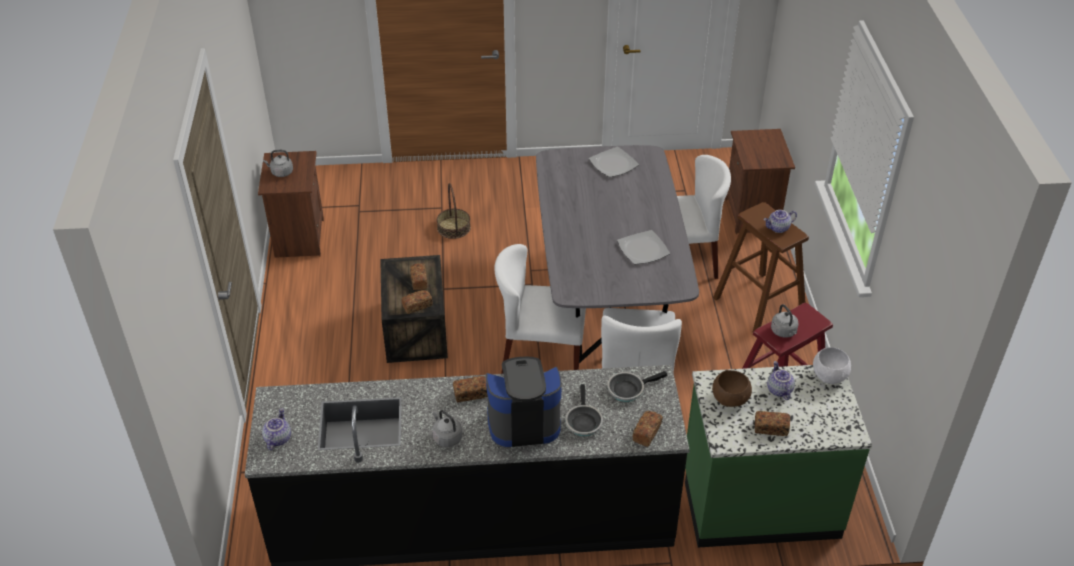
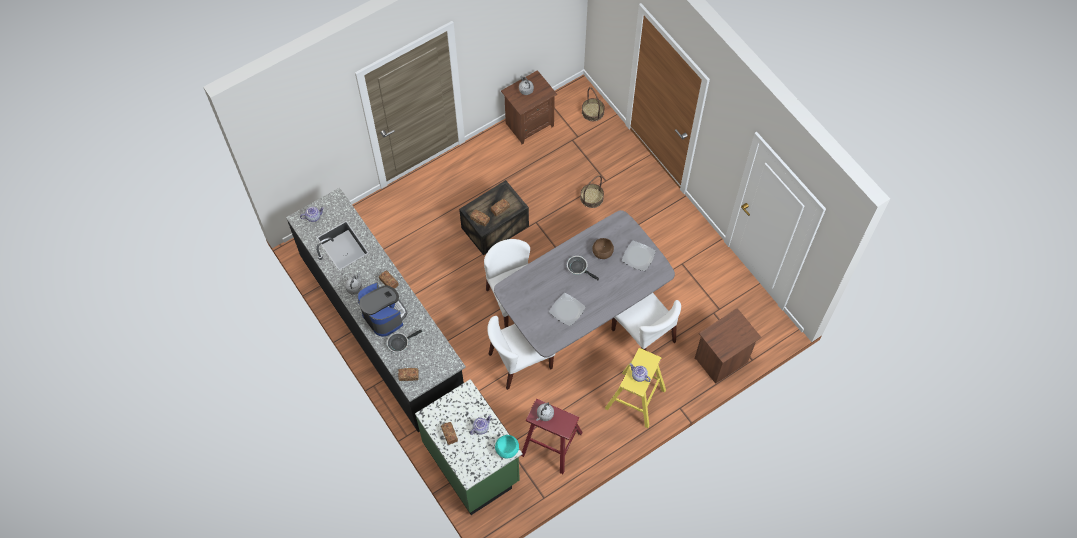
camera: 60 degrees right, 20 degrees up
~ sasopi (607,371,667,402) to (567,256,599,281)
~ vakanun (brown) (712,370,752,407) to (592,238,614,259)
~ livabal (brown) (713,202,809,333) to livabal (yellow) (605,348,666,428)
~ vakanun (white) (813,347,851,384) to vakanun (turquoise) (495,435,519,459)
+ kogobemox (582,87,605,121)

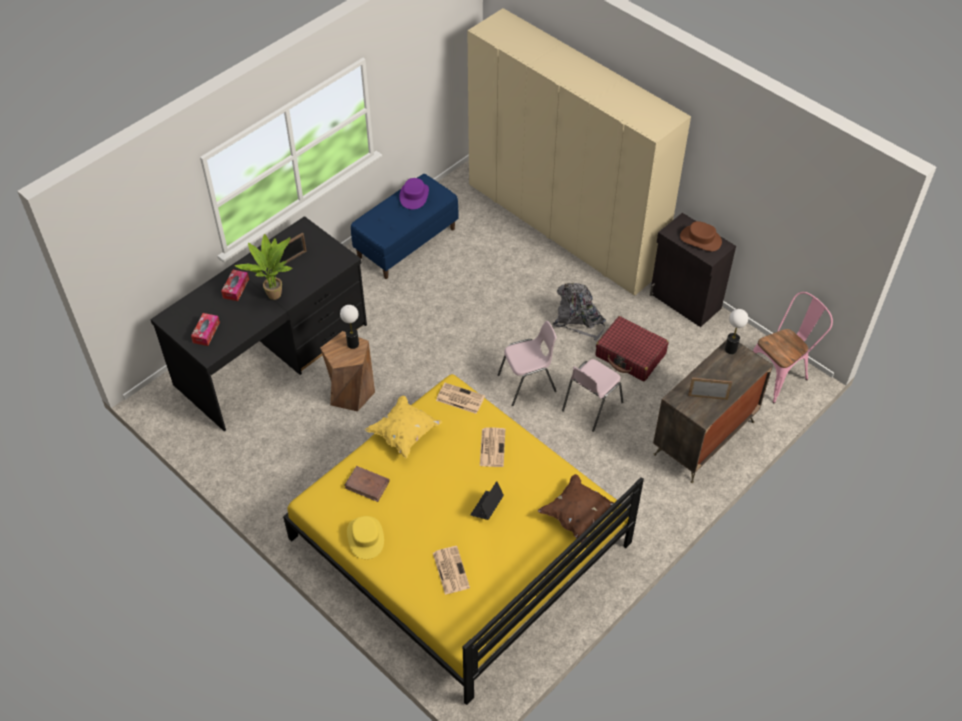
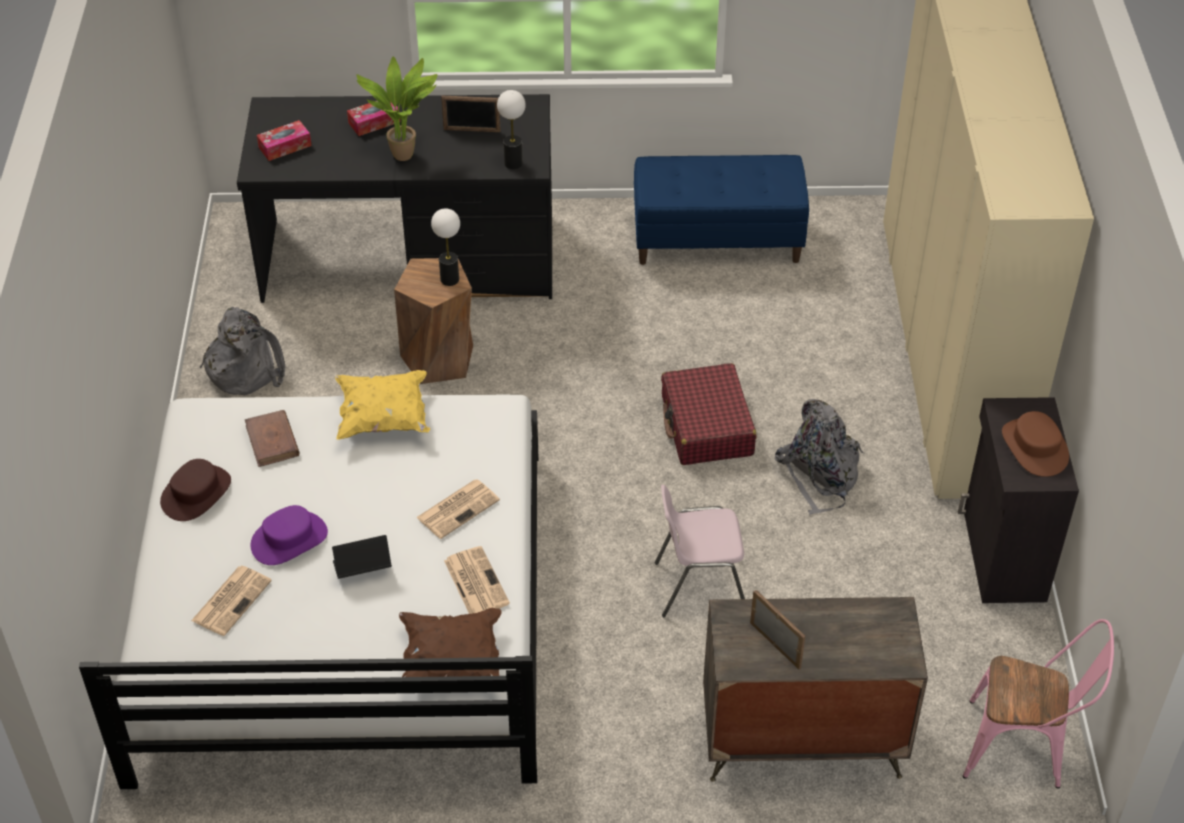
camera: 45 degrees right, 5 degrees down
~ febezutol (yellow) (283,374,644,705) to febezutol (white) (79,395,538,789)
~ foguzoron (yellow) (347,516,384,559) to foguzoron (brown) (160,459,231,521)
~ foguzoron (purple) (399,178,429,209) to (250,505,328,565)
~ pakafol (436,383,485,414) to (444,546,510,614)
- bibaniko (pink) (498,321,557,406)
~ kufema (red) (595,316,668,381) to (661,363,756,465)
~ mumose (725,309,748,354) to (497,90,526,169)
+ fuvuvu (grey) (200,307,285,395)

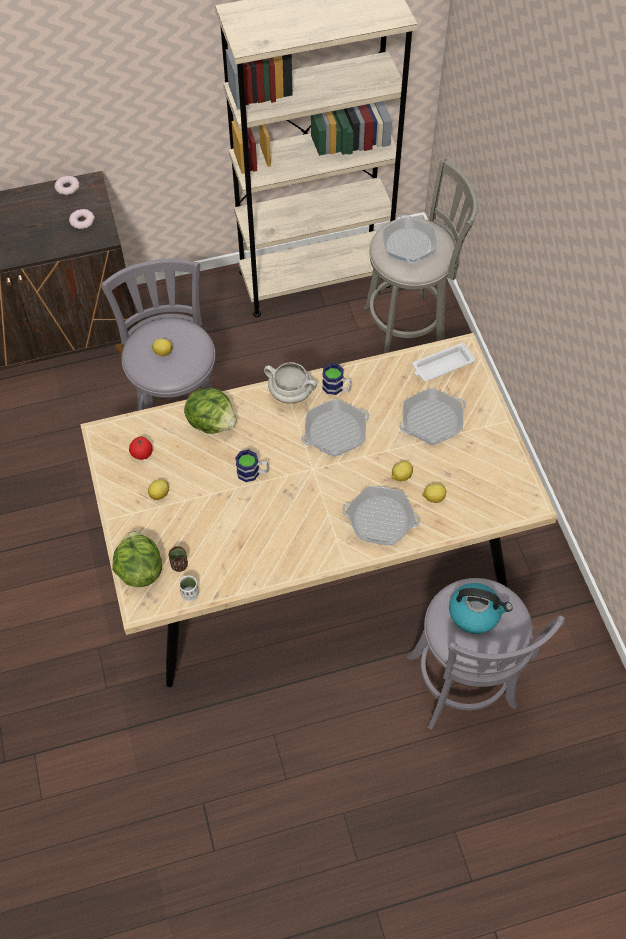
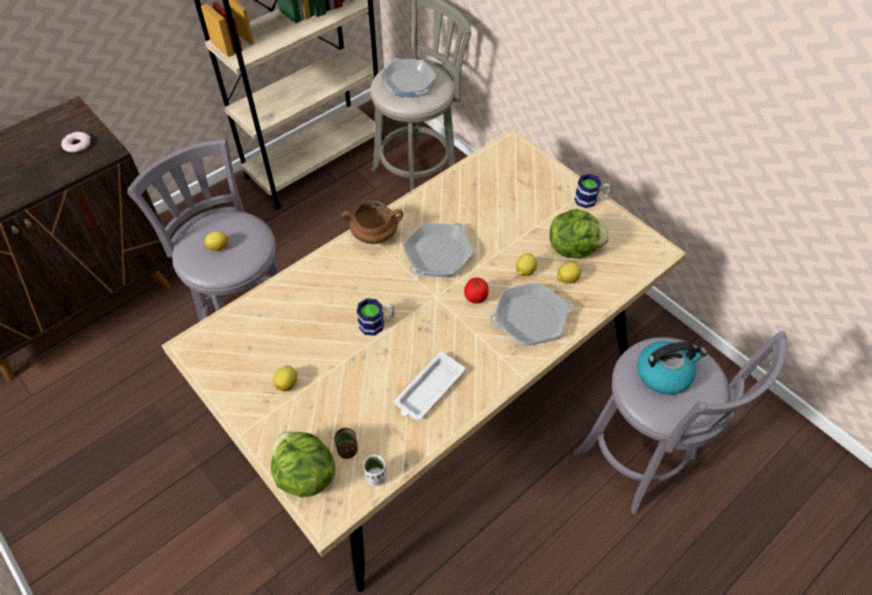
camera: 25 degrees left, 5 degrees down
- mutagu (54,176,79,195)
~ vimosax (129,437,153,460) to (464,277,489,303)
~ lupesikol (184,388,236,434) to (550,209,609,258)
~ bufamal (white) (264,362,317,404) to bufamal (brown) (342,201,403,244)
~ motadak (322,363,352,395) to (574,174,611,208)
- sasopi (400,388,466,445)
~ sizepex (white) (412,342,476,382) to (394,351,465,421)

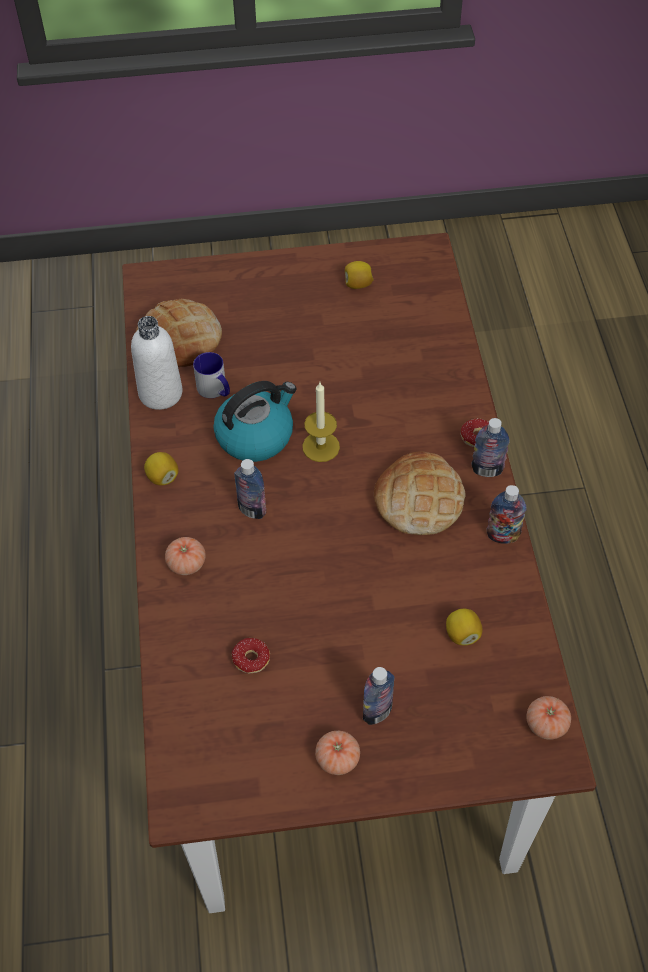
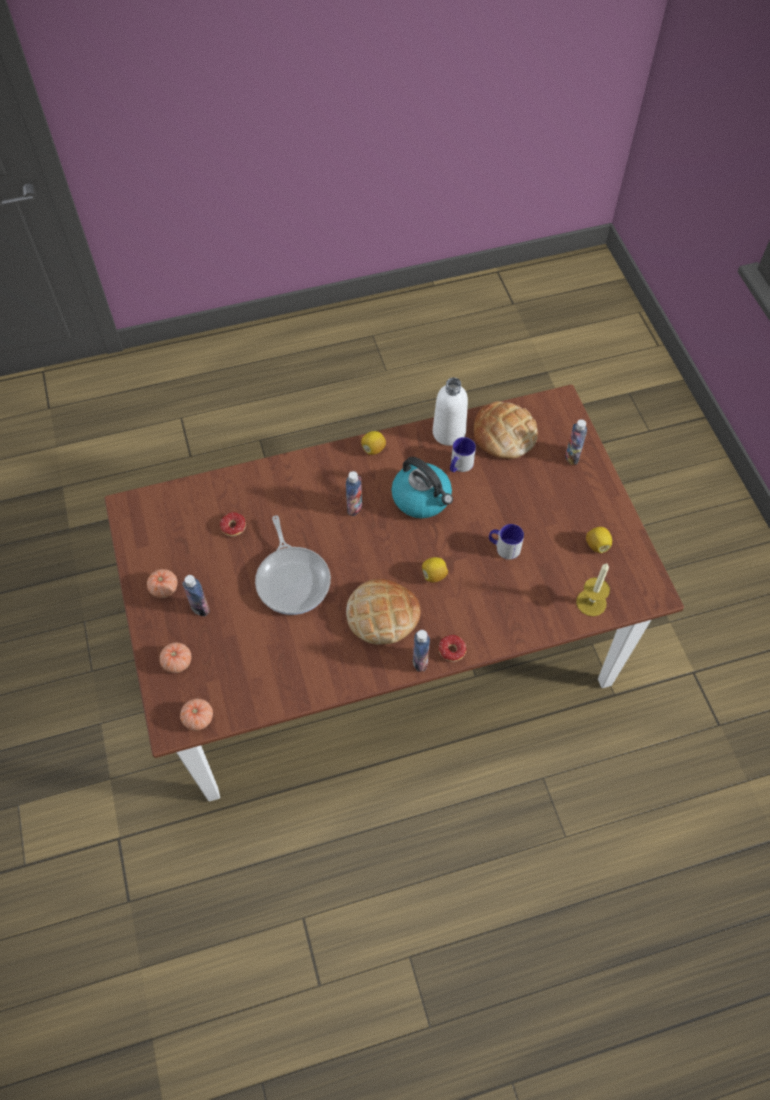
camera: 80 degrees right, 5 degrees up
~ vimosax (165,537,206,575) to (160,643,191,673)
~ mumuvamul (302,382,340,462) to (576,563,610,616)
~ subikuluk (446,609,482,646) to (422,557,448,582)
~ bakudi (486,485,526,544) to (566,419,587,465)
+ sasopi (255,515,331,615)
+ motadak (489,524,524,559)

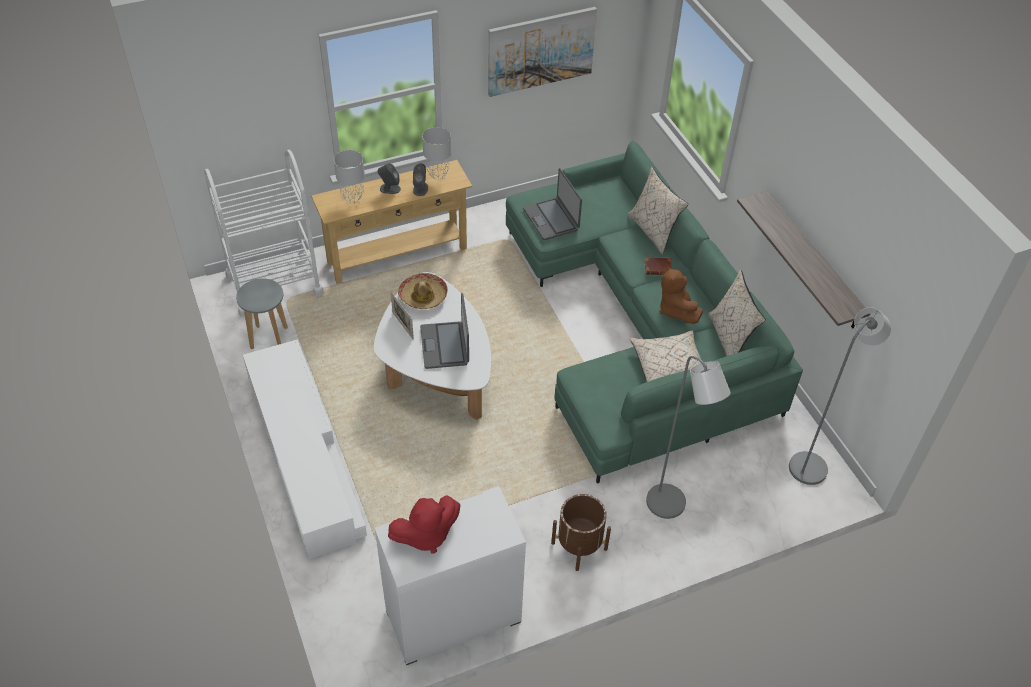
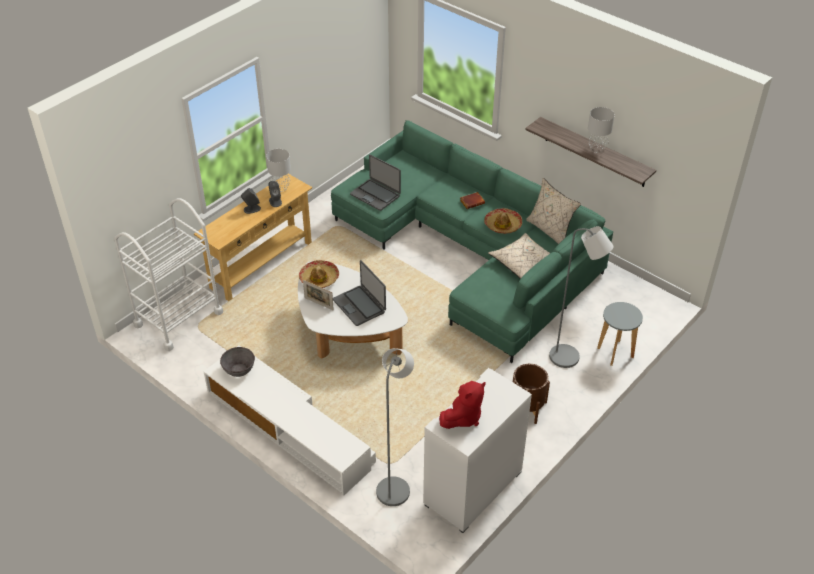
camera: 25 degrees left, 5 degrees down
~ livabal (grey) (236,278,288,349) to (597,302,643,366)
~ mumose (grey) (334,150,365,203) to (588,107,615,153)
- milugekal (488,7,597,97)
- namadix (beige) (628,167,689,255)
~ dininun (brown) (659,266,703,324) to foguzoron (484,208,522,234)
~ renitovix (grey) (789,307,891,485) to (376,348,414,506)
+ vakanun (grey) (220,347,255,377)

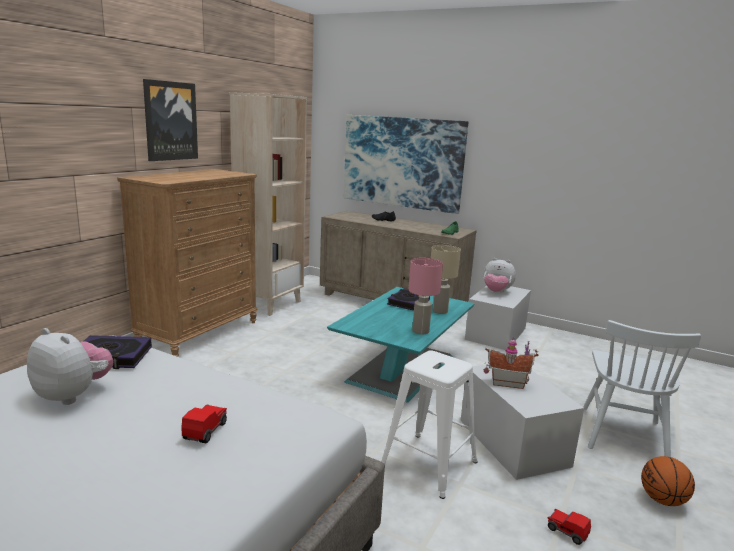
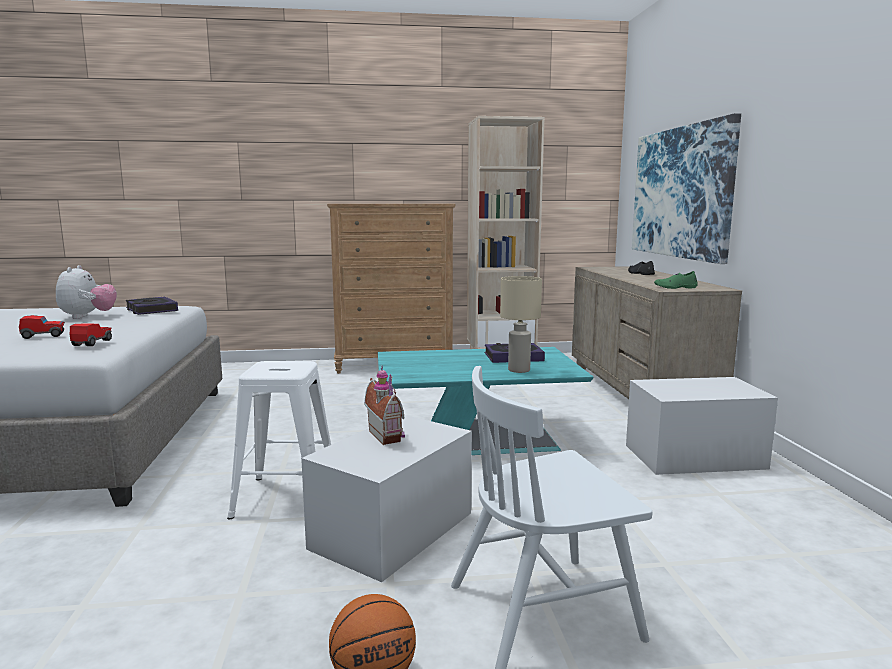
camera: 55 degrees right, 5 degrees down
- milugekal (143,79,198,161)
- mumose (pink) (408,258,443,334)
- dininun (484,258,516,292)
~ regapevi (548,509,591,545) to (70,323,112,346)

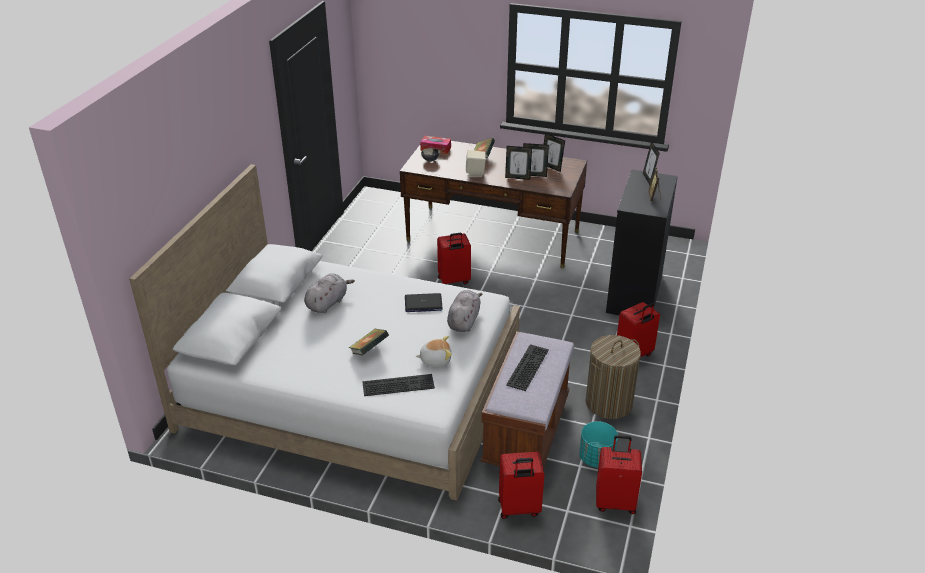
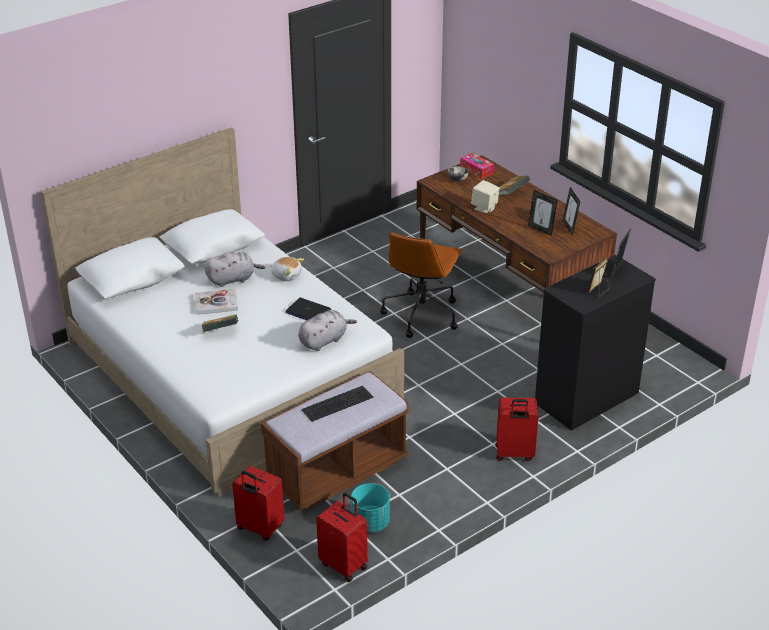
camera: 35 degrees right, 0 degrees up
- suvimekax (362,374,435,396)
~ dininun (416,336,452,367) to (271,257,304,281)
~ kufema (red) (437,233,471,284) to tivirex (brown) (380,232,463,338)
- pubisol (505,146,532,180)
- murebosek (586,335,641,419)
+ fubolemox (195,289,238,315)

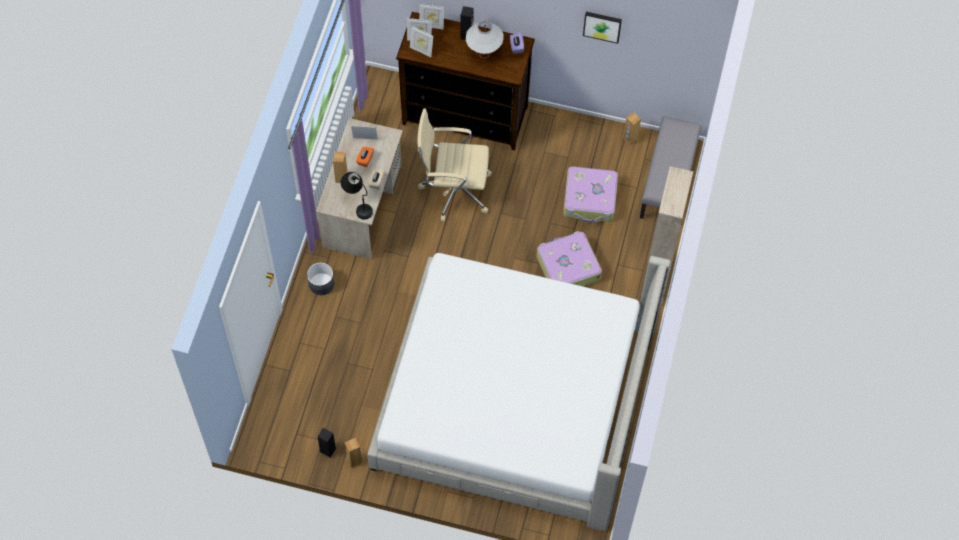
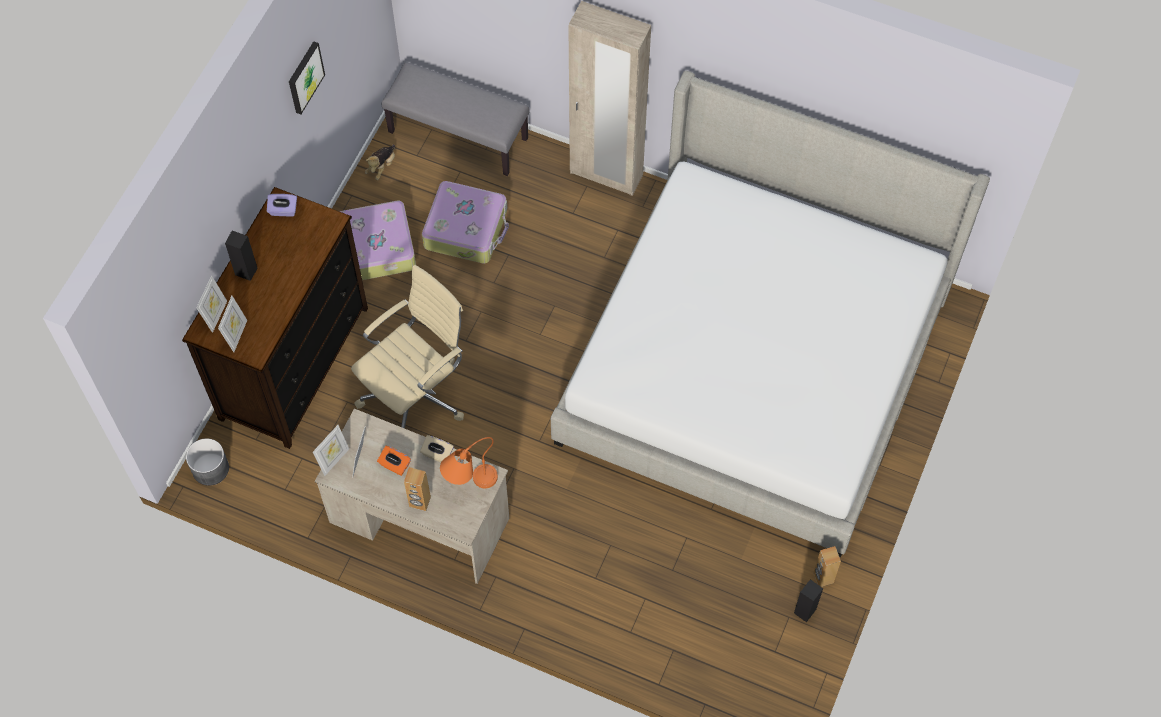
camera: 80 degrees left, 0 degrees up
~ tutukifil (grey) (307,263,334,295) to (186,438,229,486)
~ mumose (black) (341,172,373,219) to mumose (orange) (440,437,498,488)
~ pubisol (410,26,433,57) to (313,425,349,476)
~ tivirex (beige) (418,109,492,222) = (351,265,464,429) 150 degrees counterclockwise
- mumose (white) (466,21,504,59)
~ kufema (537,231,602,286) to (339,201,416,280)
~ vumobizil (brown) (623,112,641,145) to dininun (365,145,395,180)

